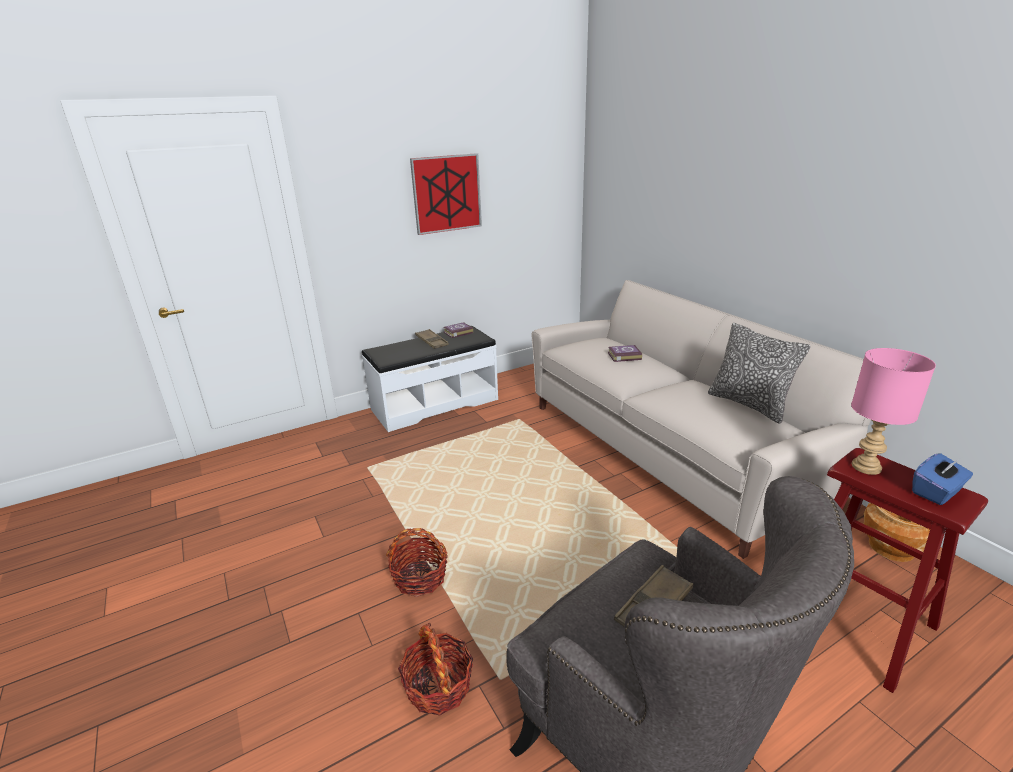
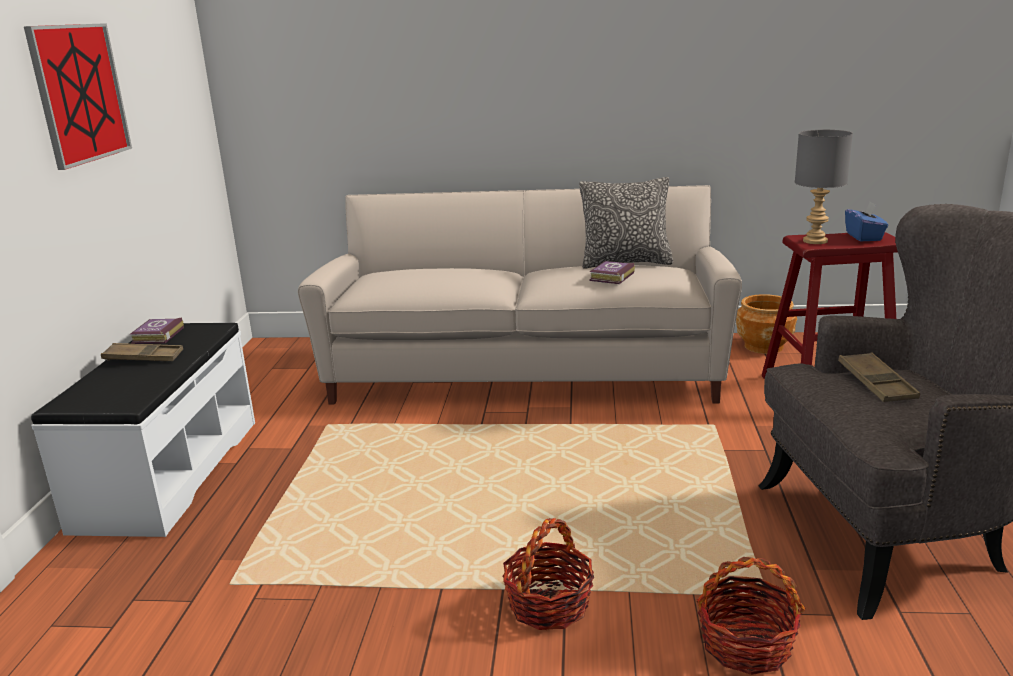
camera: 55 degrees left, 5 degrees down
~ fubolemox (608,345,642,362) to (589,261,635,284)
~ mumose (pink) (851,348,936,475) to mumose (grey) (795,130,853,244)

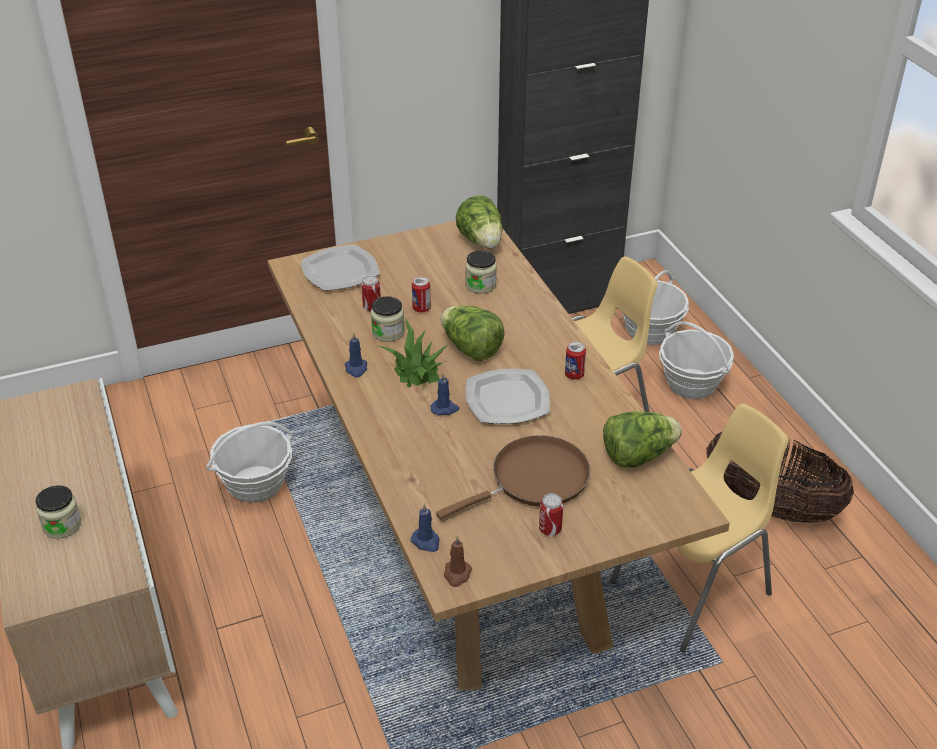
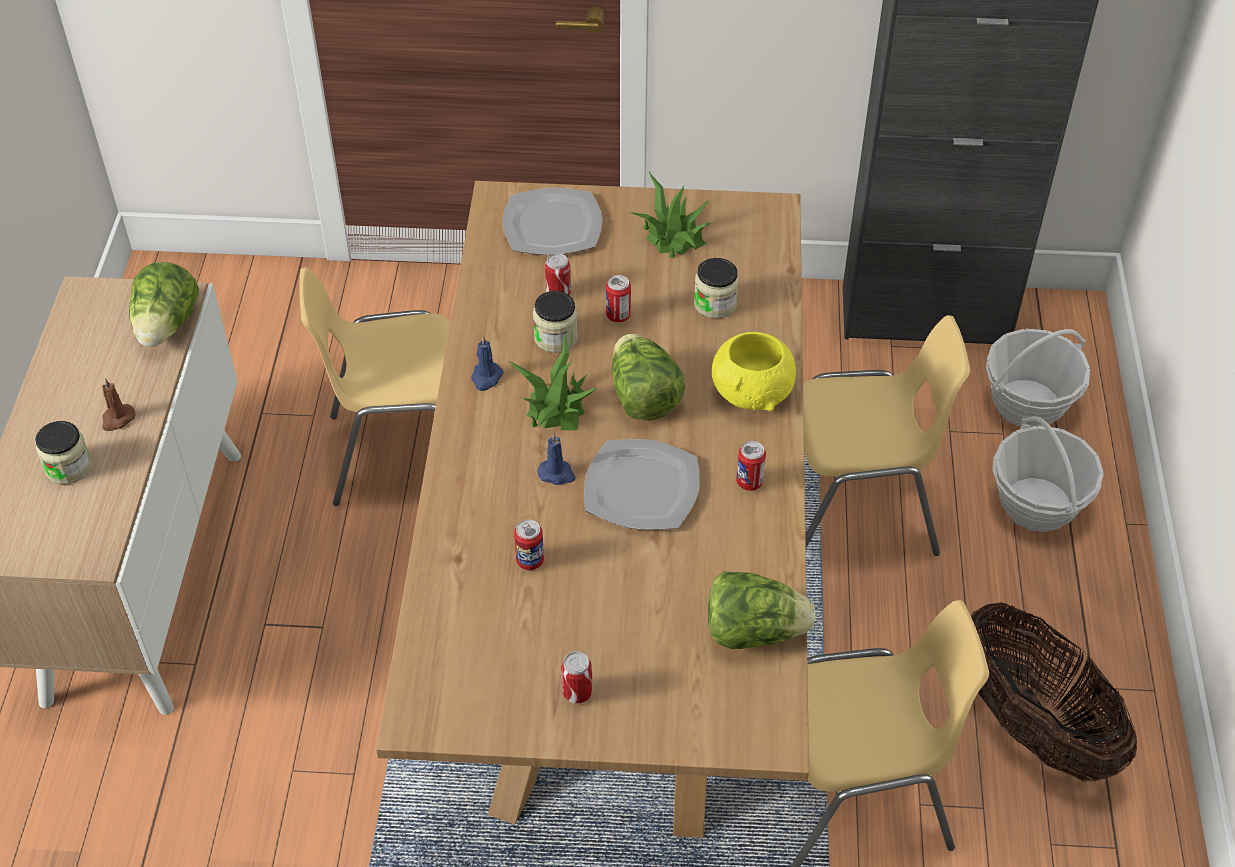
camera: 25 degrees right, 10 degrees up
~ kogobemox (206,422,293,503) to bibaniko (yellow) (299,267,450,506)
- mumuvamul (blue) (411,504,440,552)
- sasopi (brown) (436,435,590,519)
~ mumuvamul (brown) (444,536,472,587) to (102,378,135,431)
~ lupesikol (456,195,502,248) to (129,262,199,347)
+ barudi (514,519,544,570)
+ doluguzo (631,172,712,258)
+ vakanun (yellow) (712,332,796,411)

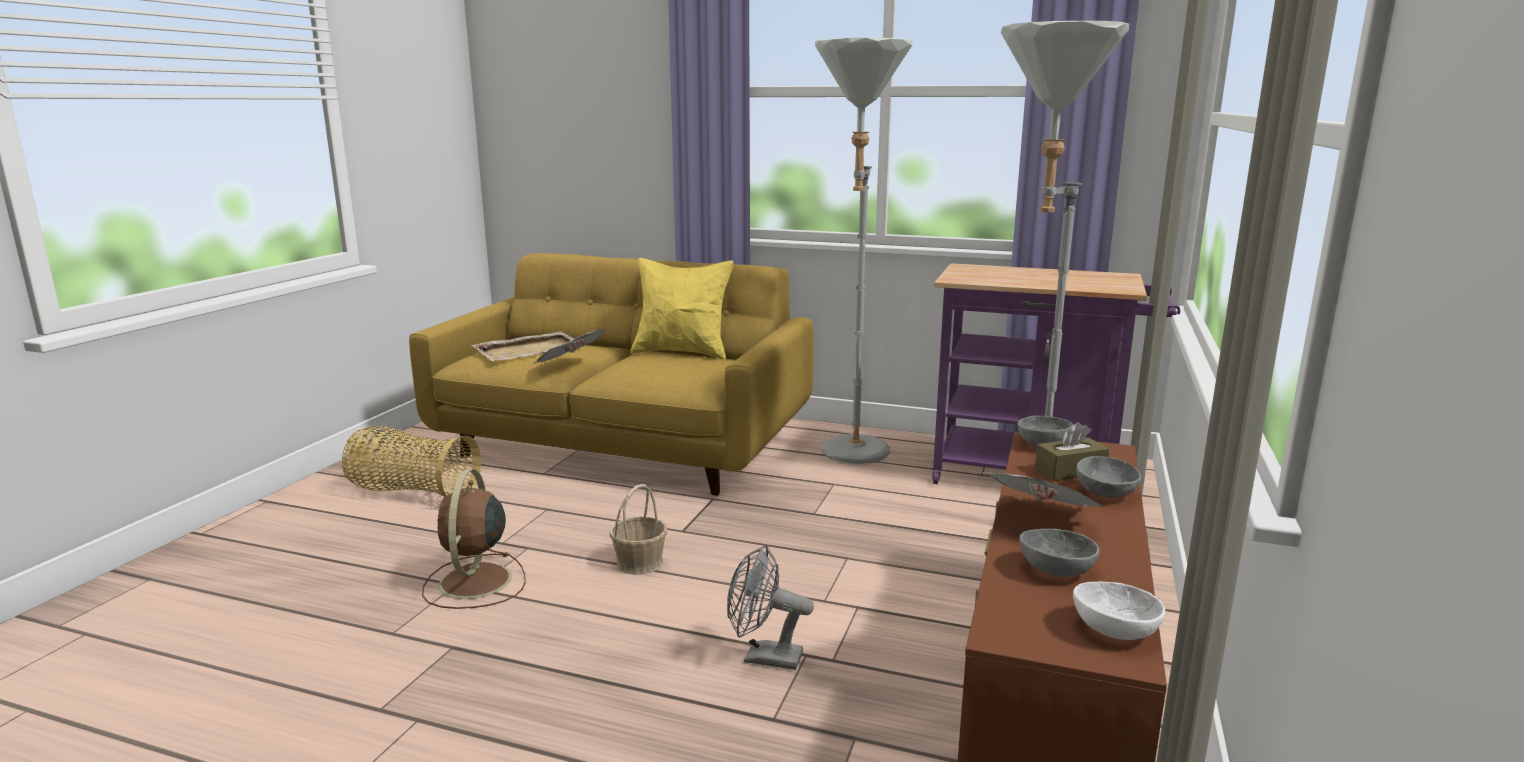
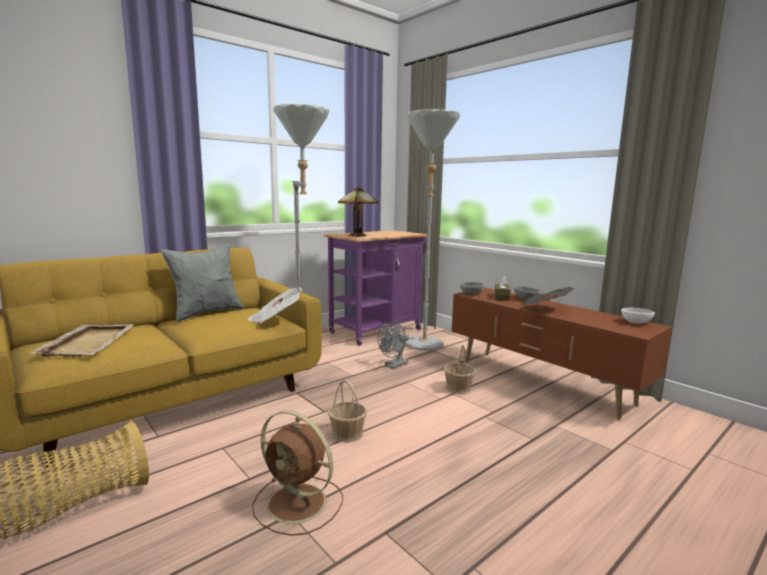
camera: 60 degrees left, 5 degrees down
~ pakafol (534,329,606,364) to (248,287,303,323)
~ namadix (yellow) (631,258,734,360) to namadix (grey) (161,244,244,322)
~ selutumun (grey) (727,545,814,670) to (378,320,409,369)
- vakanun (grey) (1019,529,1099,577)
+ mumose (338,186,379,237)
+ kogobemox (444,344,476,394)

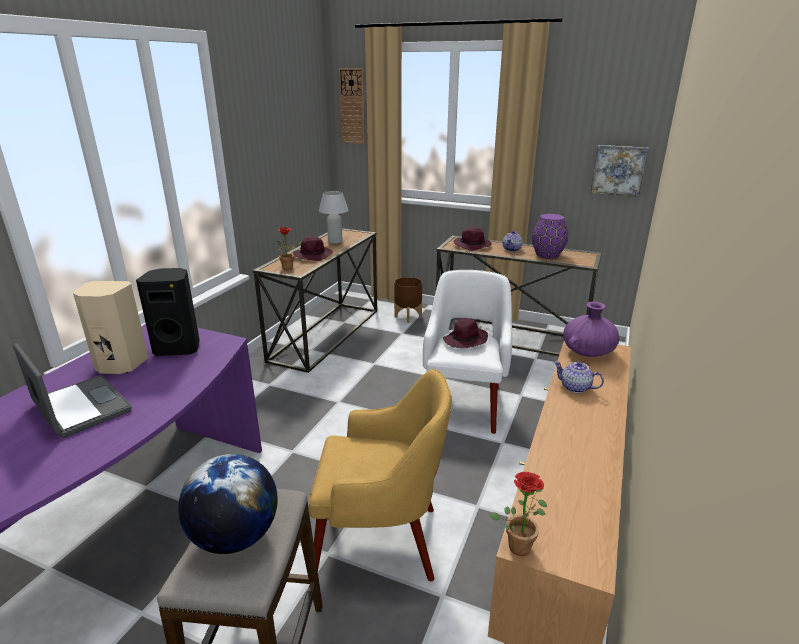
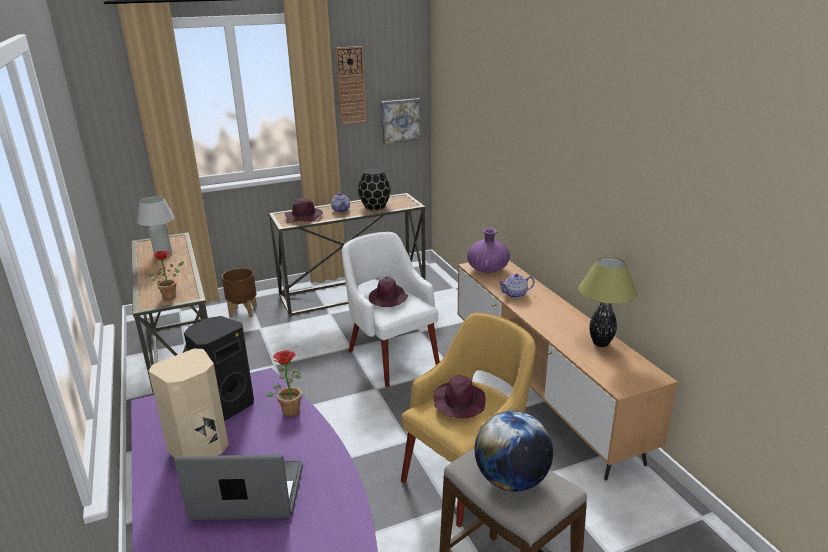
camera: 45 degrees left, 0 degrees up
~ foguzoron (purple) (293,236,333,261) to (434,375,486,418)
~ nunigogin (339,68,365,144) to (335,46,367,125)
~ doluguzo (490,472,547,556) to (266,350,302,417)
~ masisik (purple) (532,214,568,259) to masisik (black) (358,169,390,210)
+ mumose (579,257,637,347)

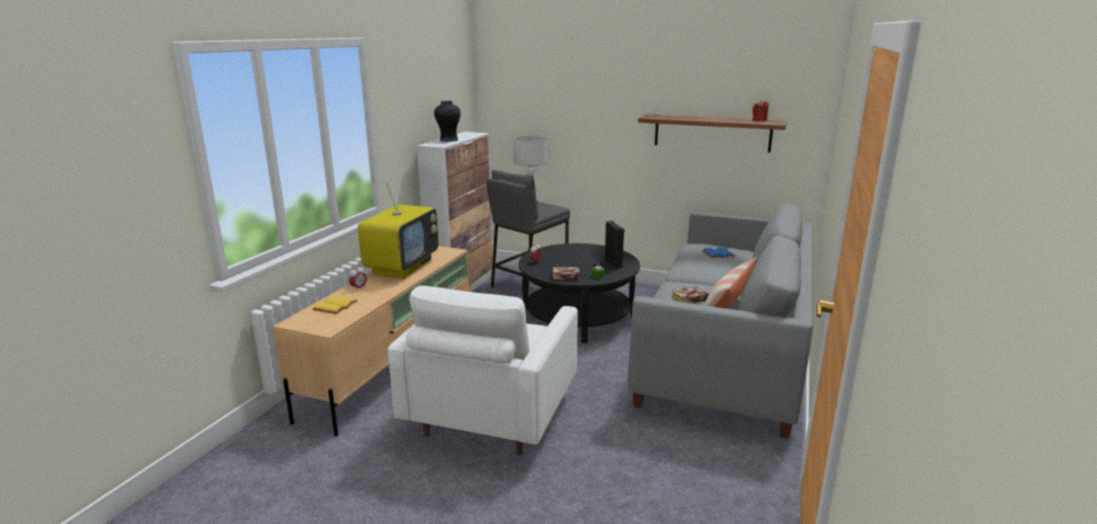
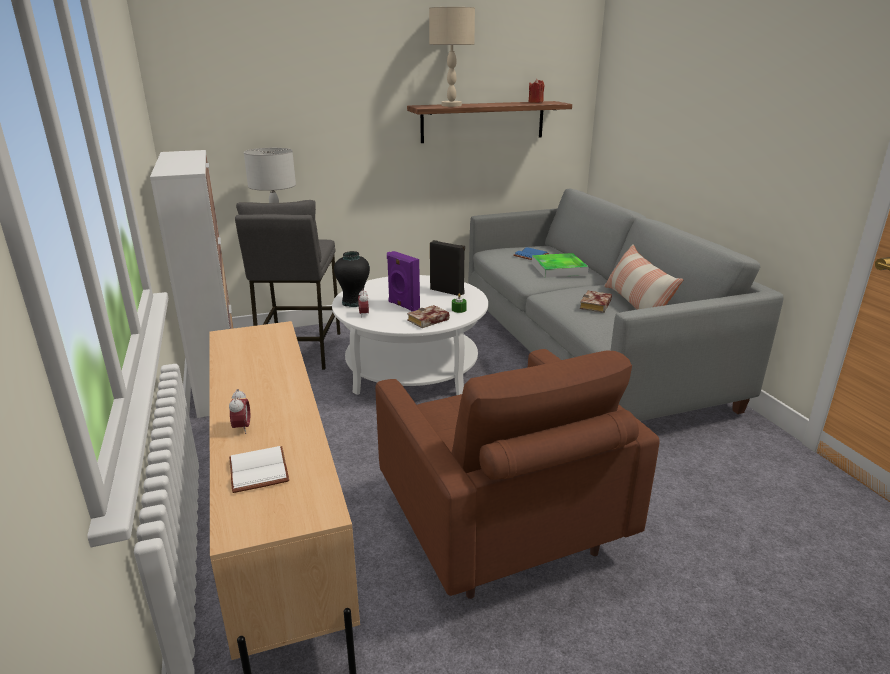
camera: 40 degrees left, 5 degrees up
~ fubolemox (yellow) (313,296,357,314) to fubolemox (white) (229,446,289,493)
- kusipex (358,178,439,279)
~ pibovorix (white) (388,285,578,455) to pibovorix (brown) (375,349,660,599)
~ masisik (black) (434,101,461,142) to (334,251,370,307)
~ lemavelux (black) (519,243,640,343) to lemavelux (white) (332,275,488,395)
+ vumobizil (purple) (387,251,420,312)
+ mumose (beige) (429,7,475,107)
+ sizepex (532,253,589,278)

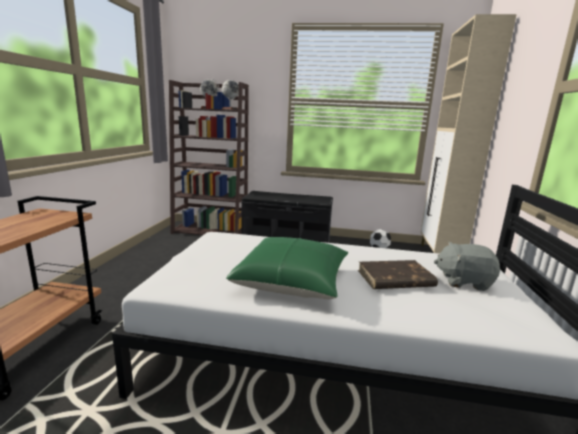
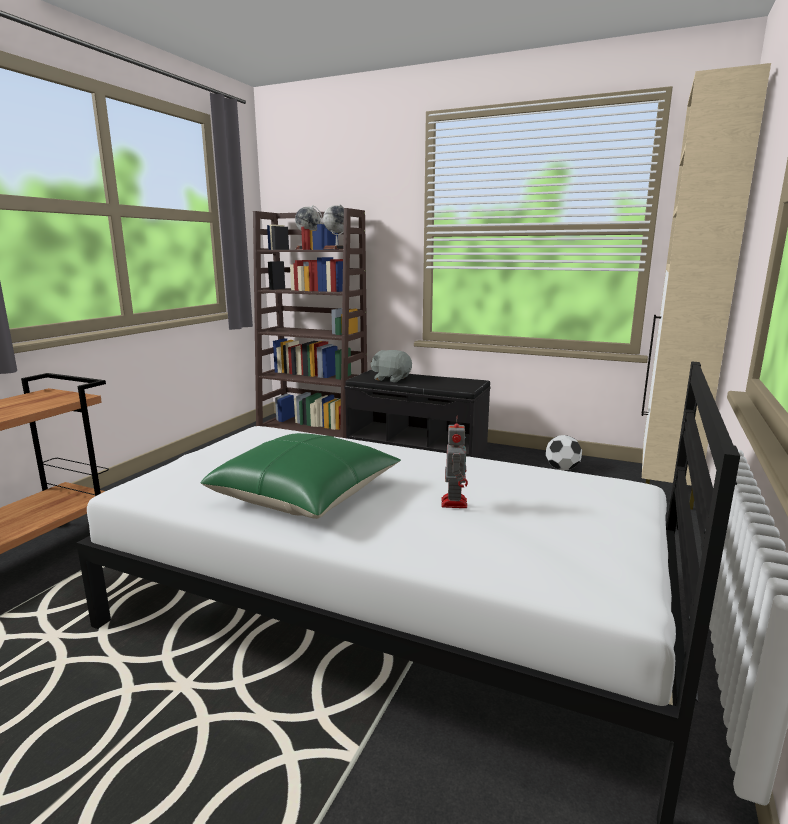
camera: 15 degrees right, 0 degrees up
~ fubolemox (brown) (358,260,438,289) to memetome (441,423,468,508)
~ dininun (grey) (434,242,500,291) to (370,350,412,382)

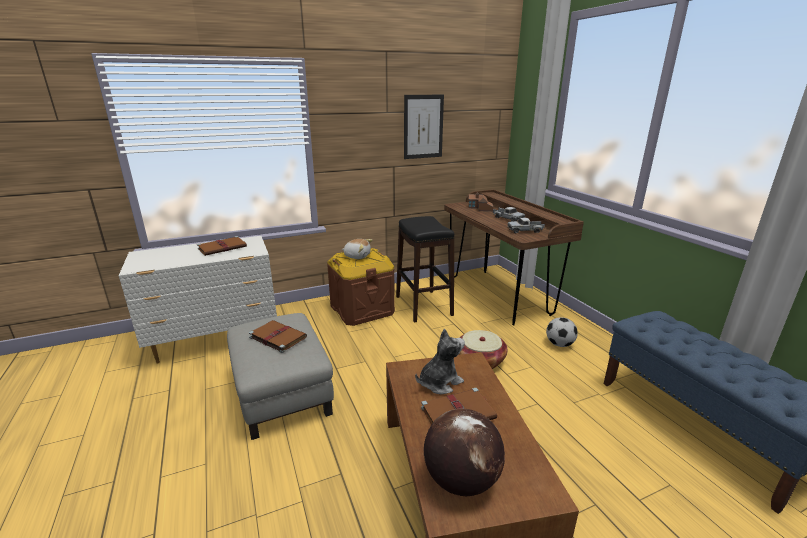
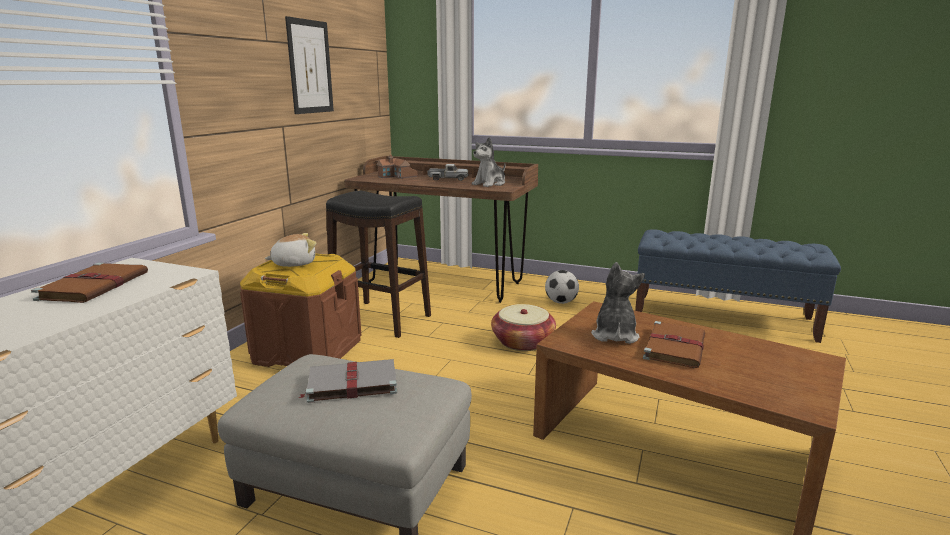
camera: 45 degrees left, 5 degrees down
~ fubolemox (brown) (249,320,307,353) to fubolemox (grey) (299,359,397,403)
- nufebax (423,409,505,496)
~ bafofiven (508,218,545,233) to dininun (472,137,505,187)

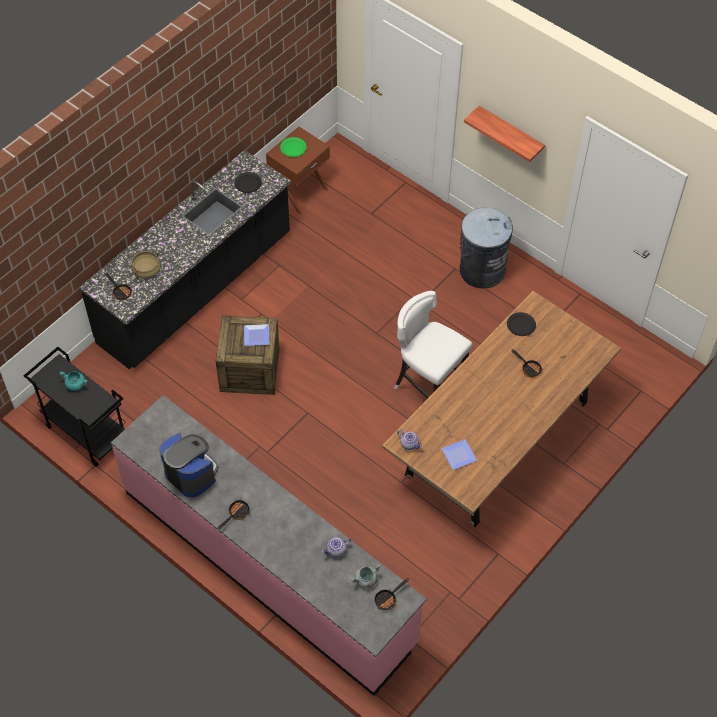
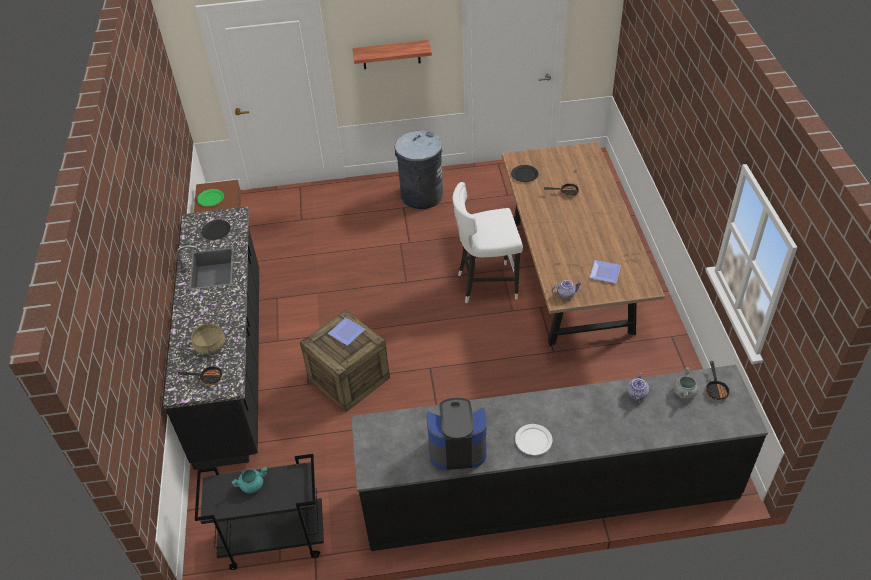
camera: 45 degrees left, 10 degrees down
~ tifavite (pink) (111,395,427,696) to tifavite (black) (351,365,768,551)
~ sasopi (218,499,249,529) to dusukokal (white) (515,424,552,455)

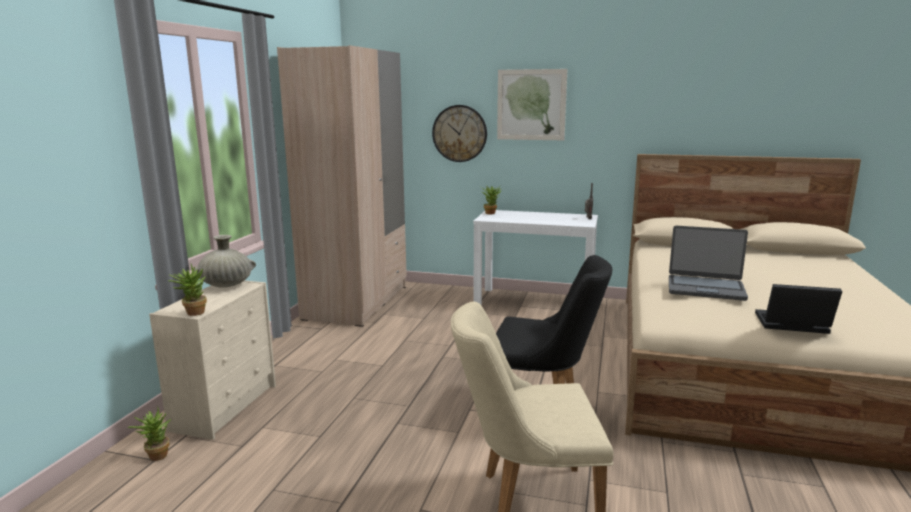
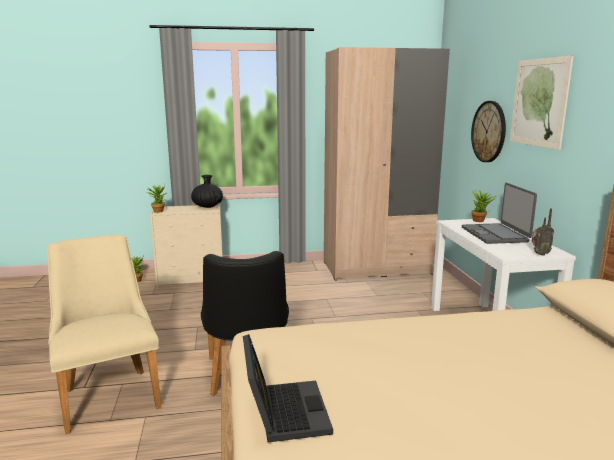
camera: 65 degrees right, 0 degrees up
~ masisik (beige) (194,235,256,288) to masisik (black) (191,175,223,208)
~ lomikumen (669,226,748,301) to (462,183,537,244)

